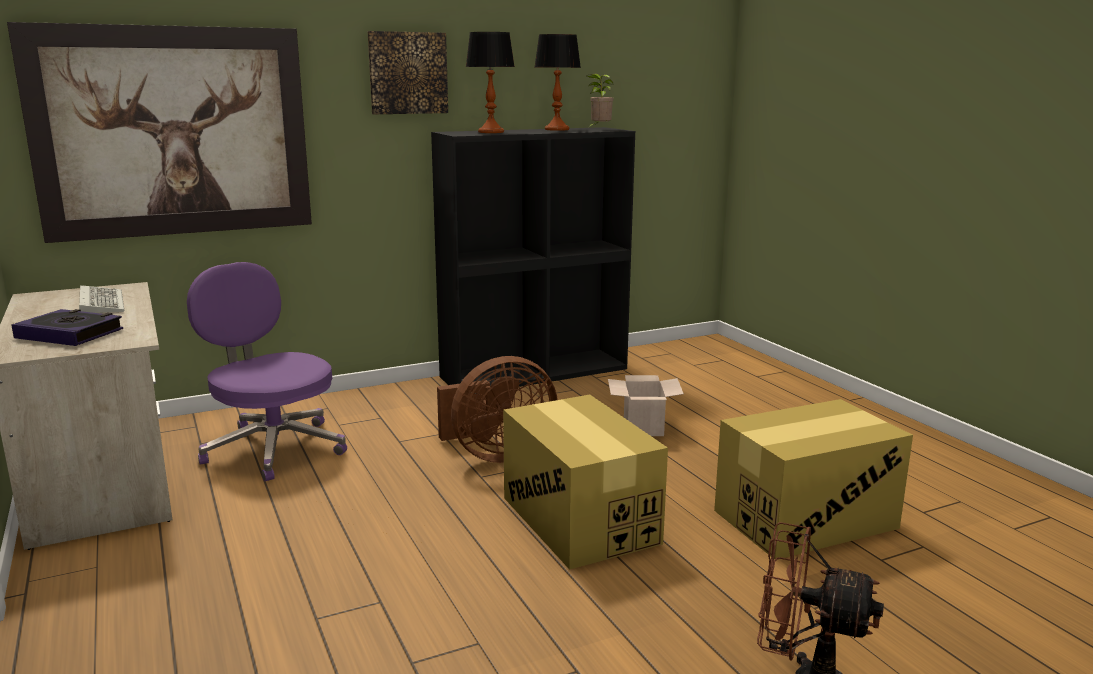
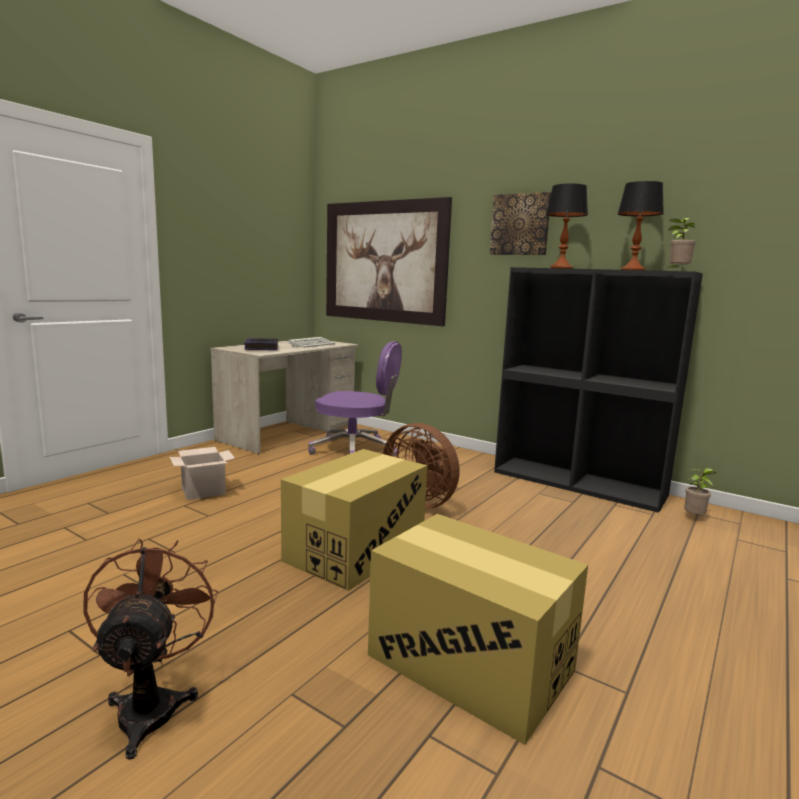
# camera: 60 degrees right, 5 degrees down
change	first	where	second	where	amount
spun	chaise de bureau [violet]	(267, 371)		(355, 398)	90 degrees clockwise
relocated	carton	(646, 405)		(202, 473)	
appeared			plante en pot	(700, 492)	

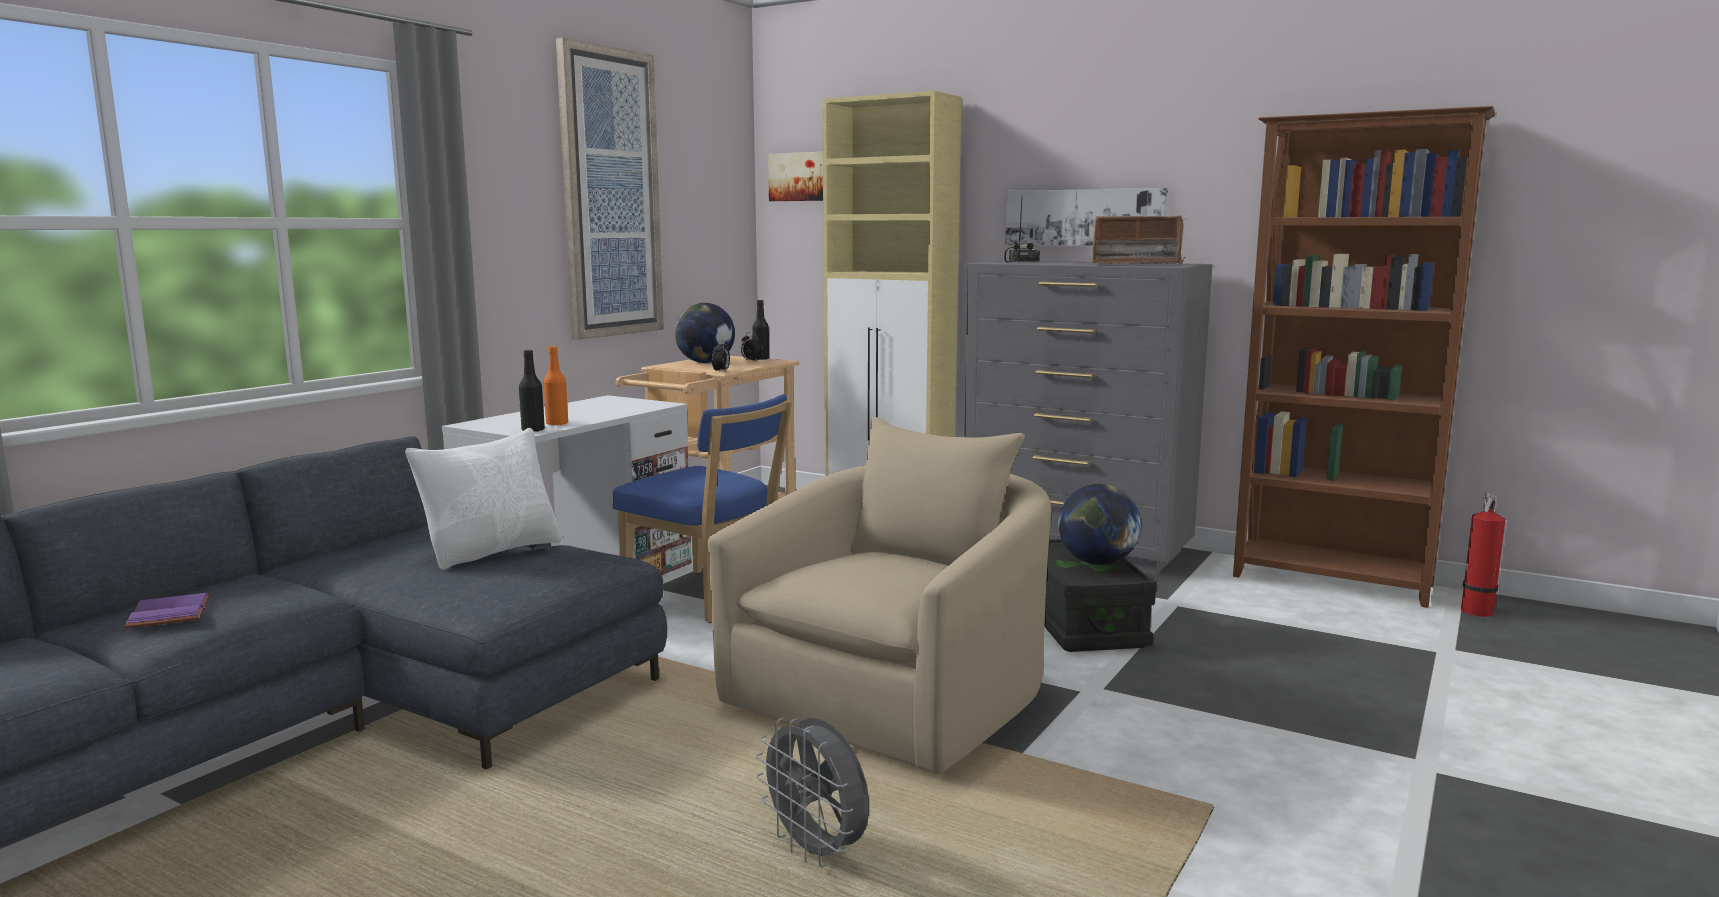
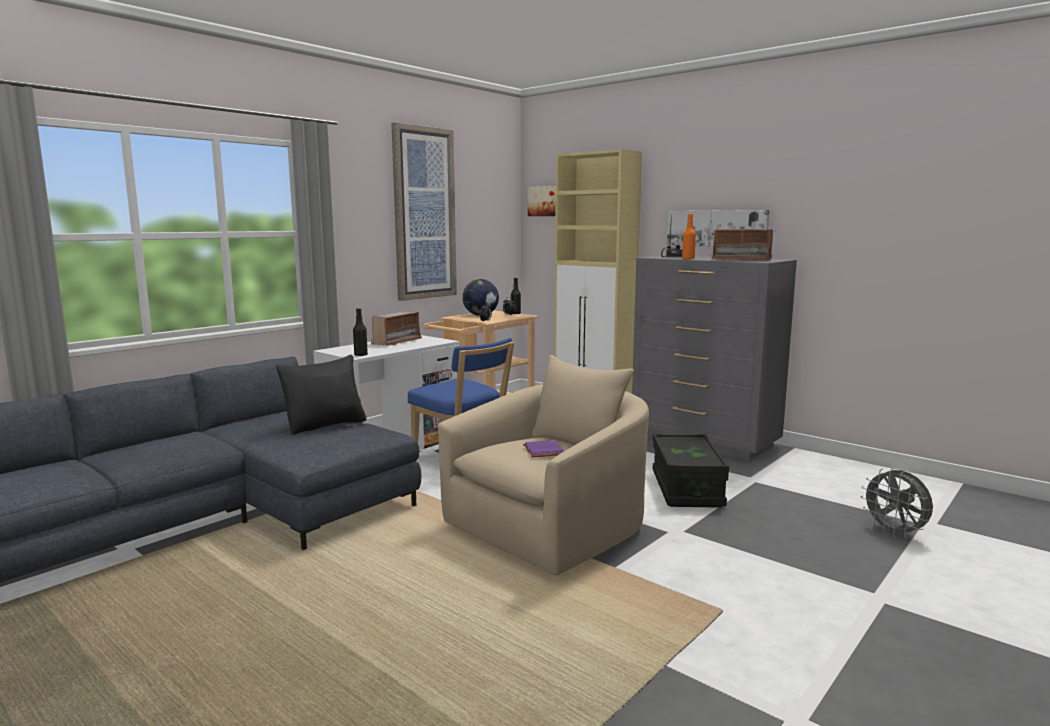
# camera: 10 degrees right, 0 degrees up
change	first	where	second	where	amount
missing	bibliothèque [marron]	(1364, 357)			
relocated	bouteille [orange]	(556, 385)		(689, 236)	
colour	coussin [blanc]	(484, 499)	coussin [noir]	(321, 395)	
missing	globe	(1099, 524)			
missing	extincteur	(1483, 554)			
relocated	livre [violet]	(168, 610)		(543, 448)	
relocated	ventilateur [gris]	(812, 792)		(897, 503)	
appeared			radio	(396, 328)	

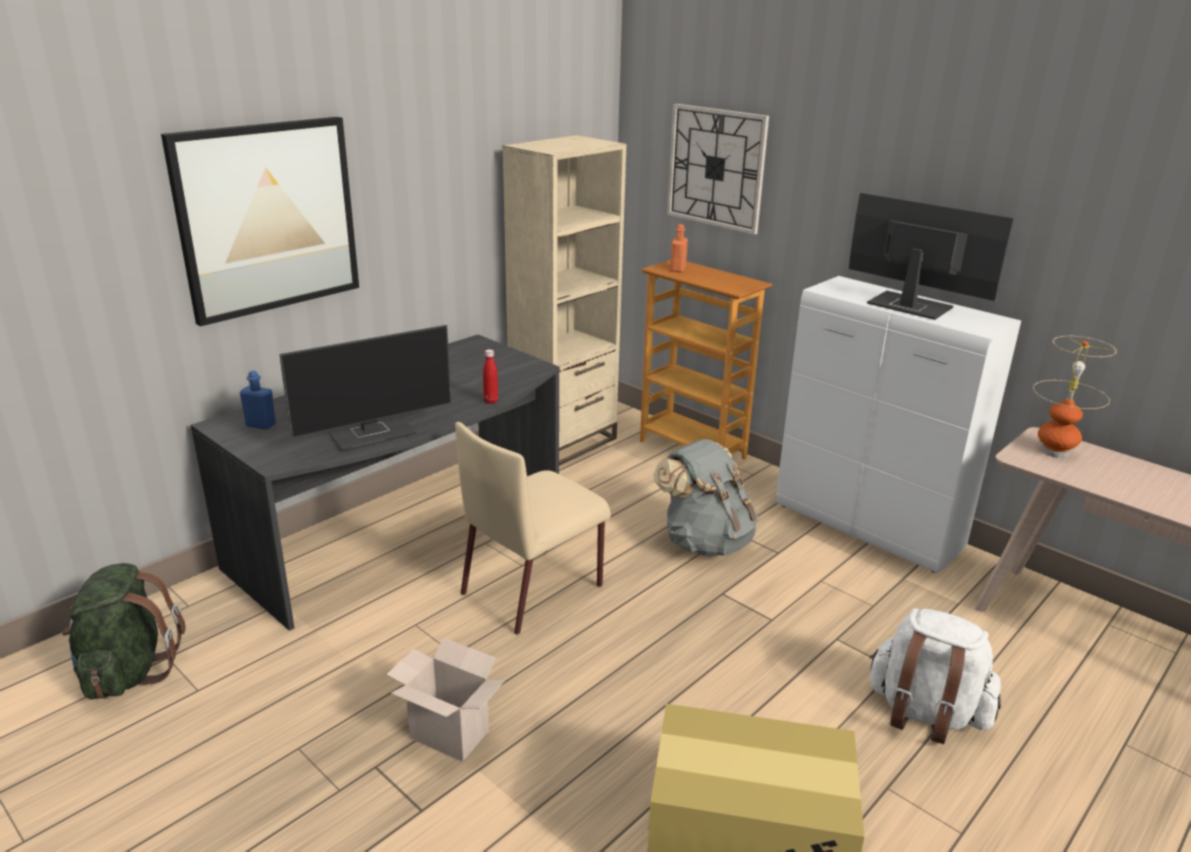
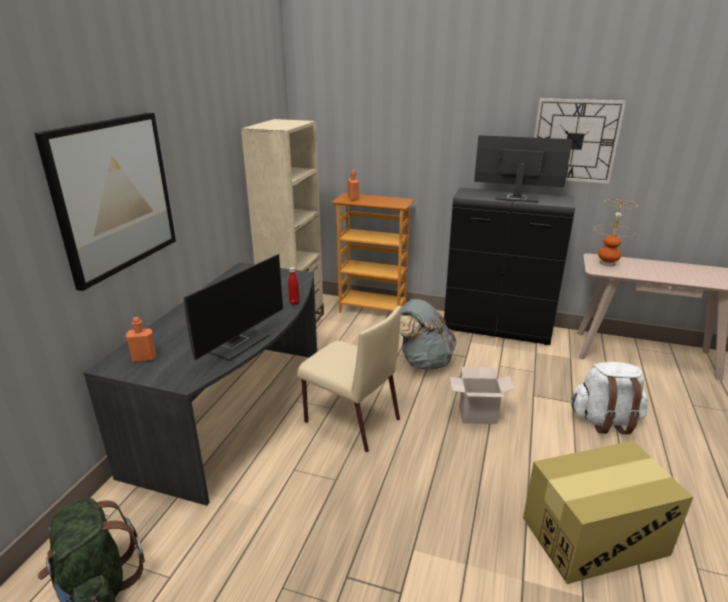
# camera: 25 degrees left, 0 degrees up
change	first	where	second	where	amount
relocated	horloge murale	(718, 169)		(580, 141)	
colour	meuble de rangement [blanc]	(898, 424)	meuble de rangement [noir]	(509, 266)	
colour	bouteille [bleu]	(258, 400)	bouteille [orange]	(140, 339)	
spun	chaise [beige]	(533, 528)		(349, 379)	75 degrees counterclockwise
relocated	carton	(445, 700)		(482, 395)	

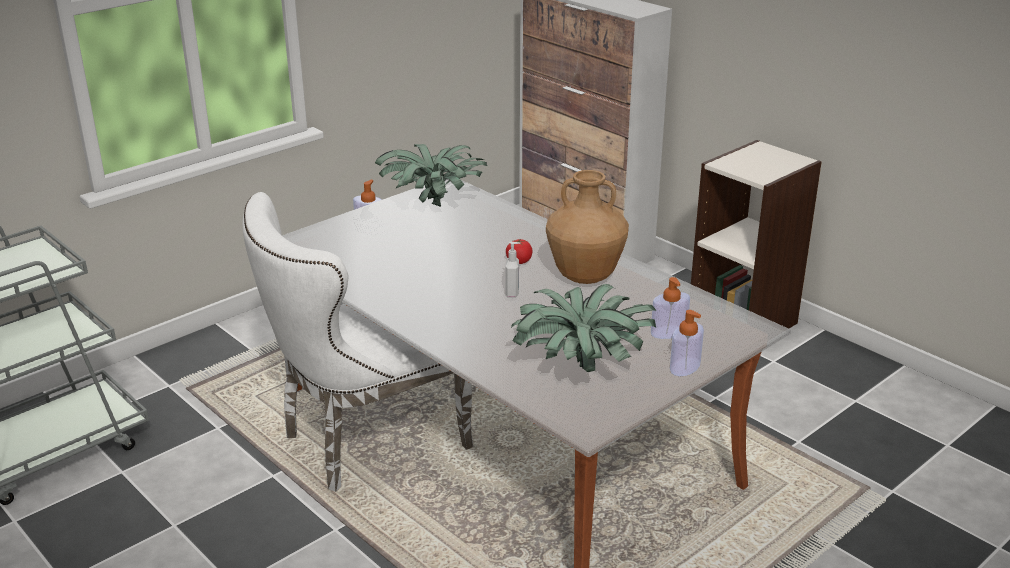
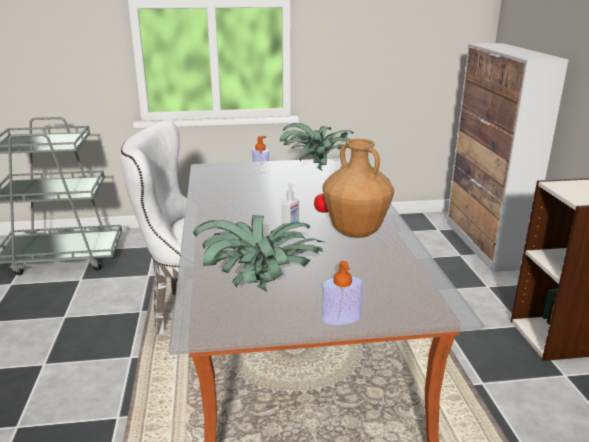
# camera: 35 degrees right, 5 degrees down
change	first	where	second	where	amount
missing	distributeur de savon	(670, 308)			

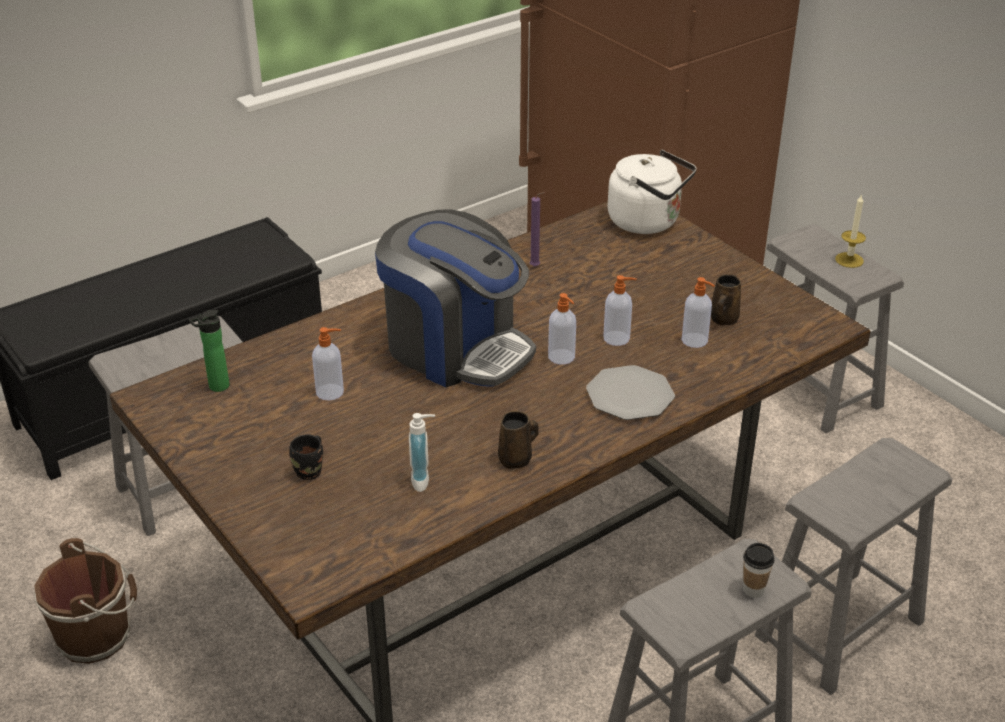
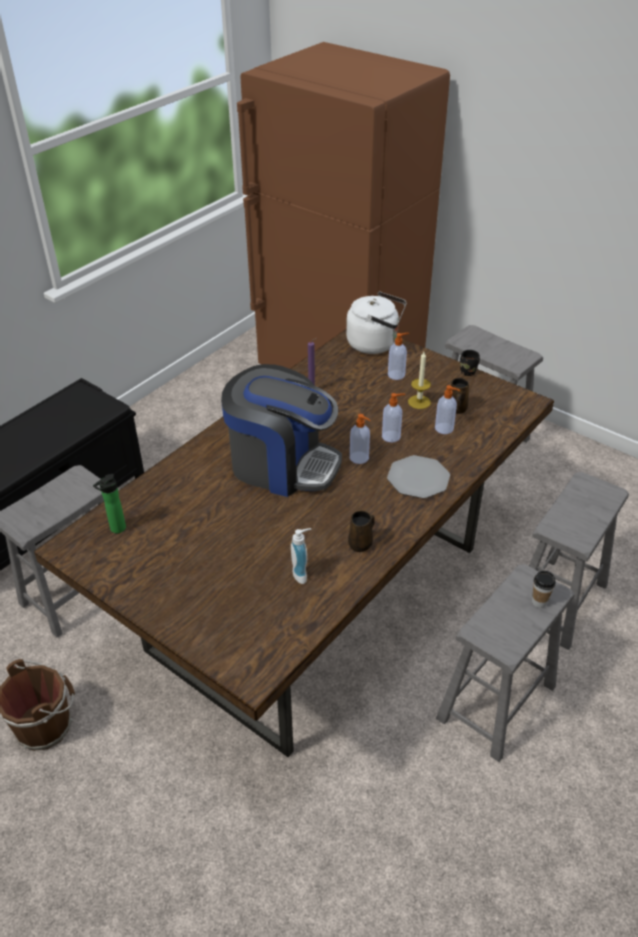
# camera: 15 degrees left, 5 degrees up
change	first	where	second	where	amount
relocated	bougie	(850, 231)		(419, 380)	
relocated	distributeur de savon	(328, 364)		(398, 356)	
relocated	mug [noir]	(306, 457)		(470, 363)	

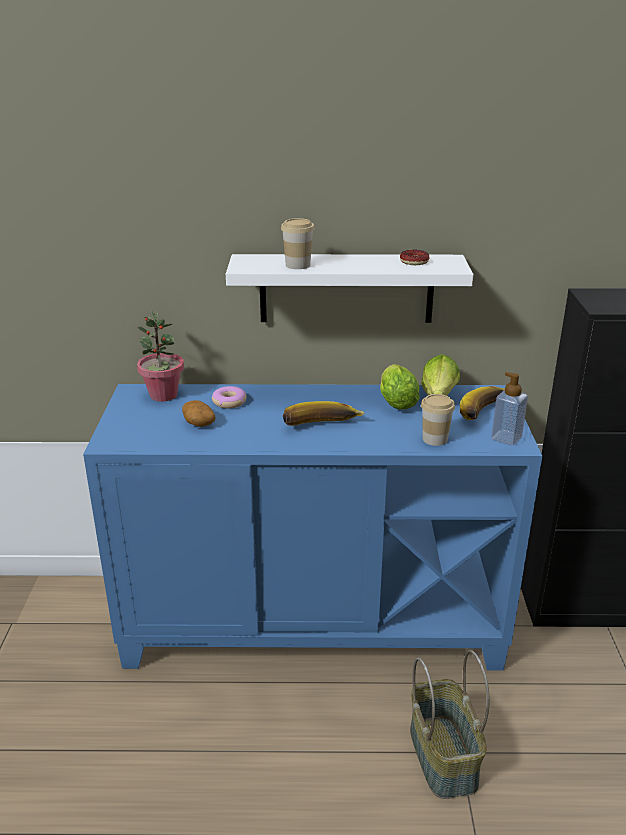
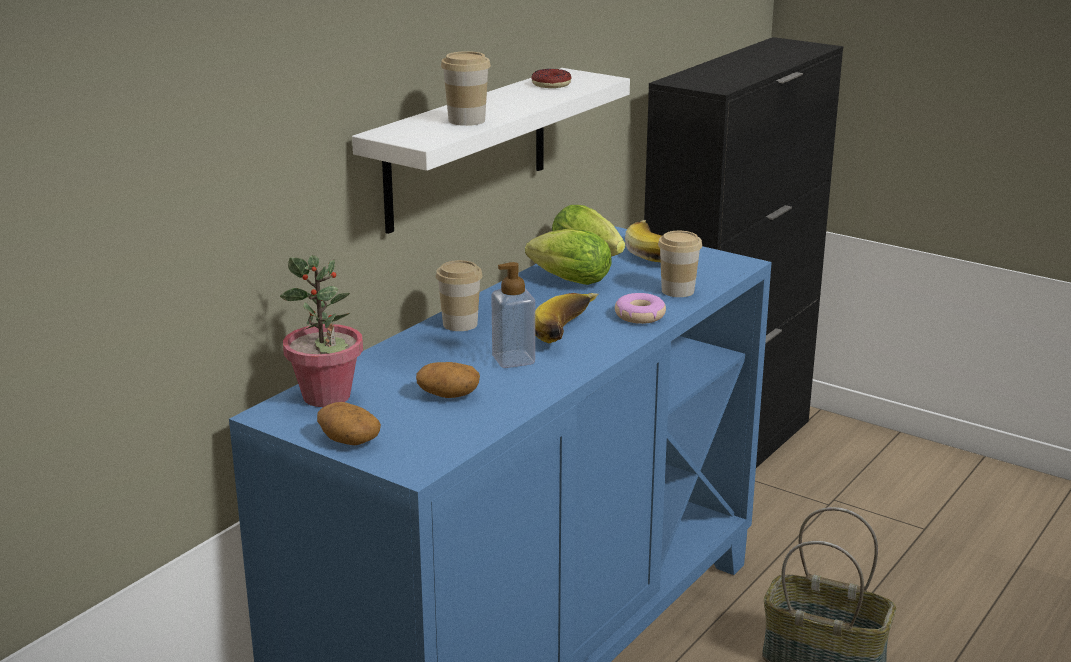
# camera: 55 degrees left, 5 degrees down
change	first	where	second	where	amount
relocated	distributeur de savon	(509, 408)		(513, 315)	
relocated	beignet	(229, 397)		(640, 308)	
appeared			tasse	(459, 295)	
appeared			pomme de terre	(349, 423)	

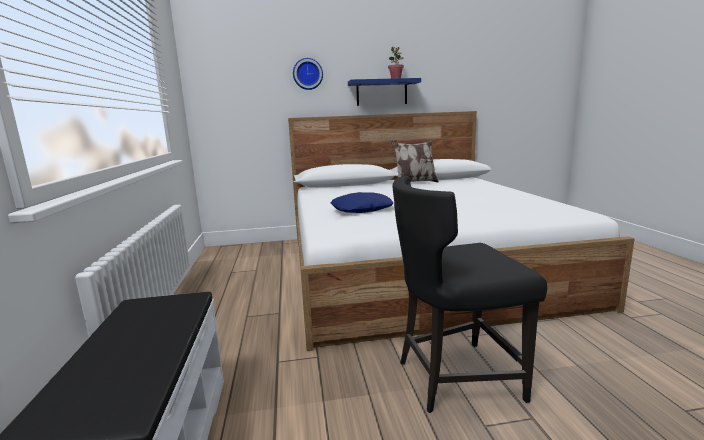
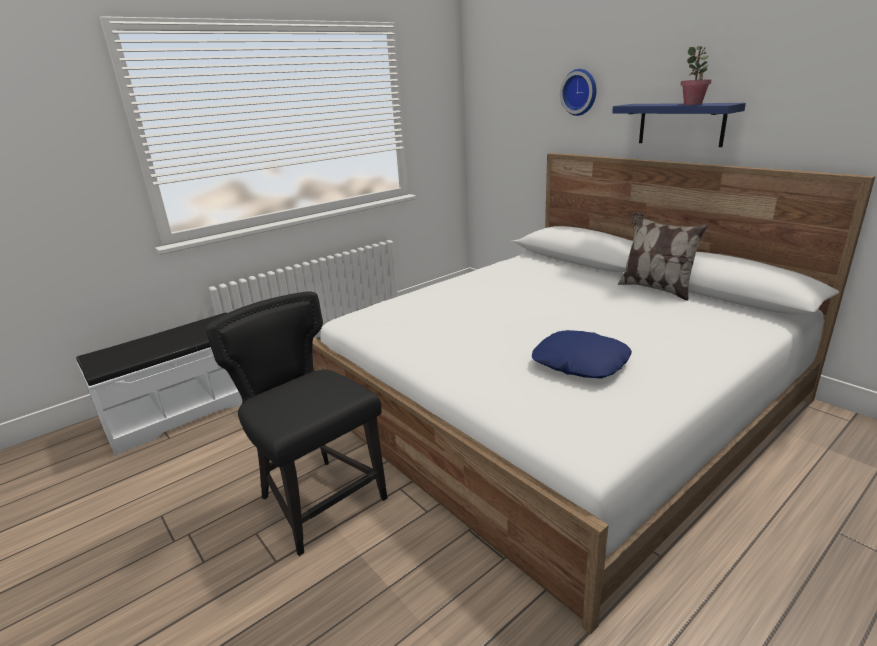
# camera: 60 degrees right, 10 degrees up
change	first	where	second	where	amount
relocated	coussin [bleu]	(362, 202)		(582, 354)	

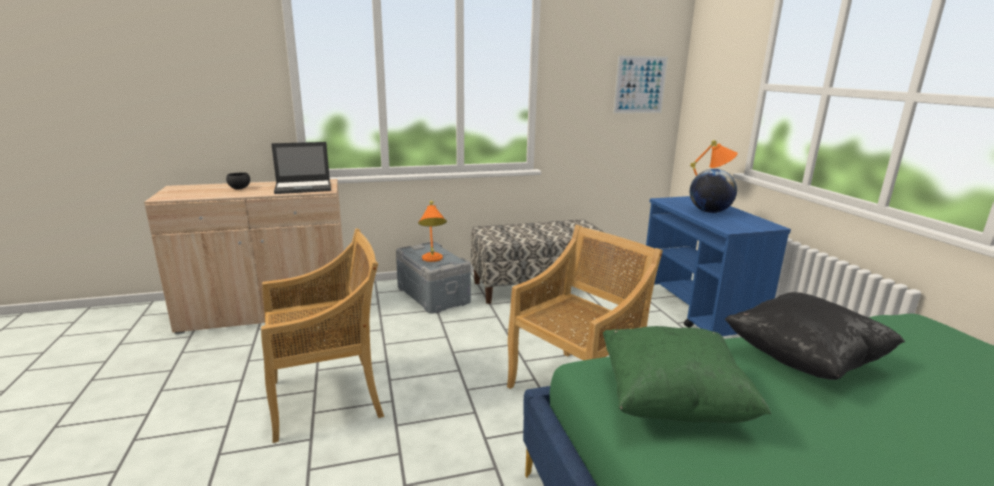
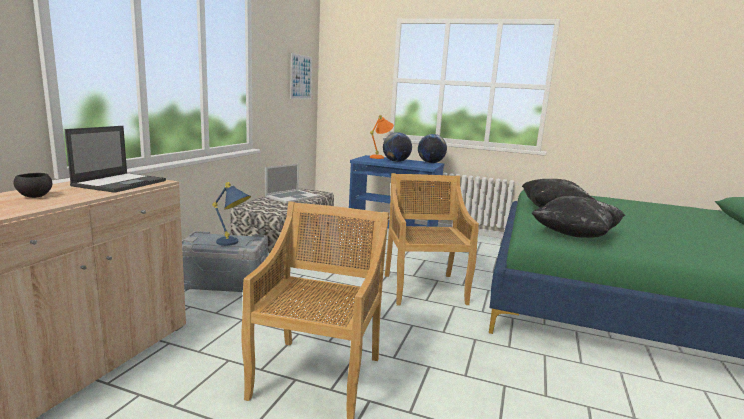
# camera: 55 degrees left, 5 degrees down
change	first	where	second	where	amount
colour	lampe de table [orange]	(432, 231)	lampe de table [bleu]	(231, 214)	
colour	coussin [vert]	(687, 374)	coussin [noir]	(578, 217)	
appeared			globe	(432, 148)	
appeared			ordinateur portable	(292, 183)	

